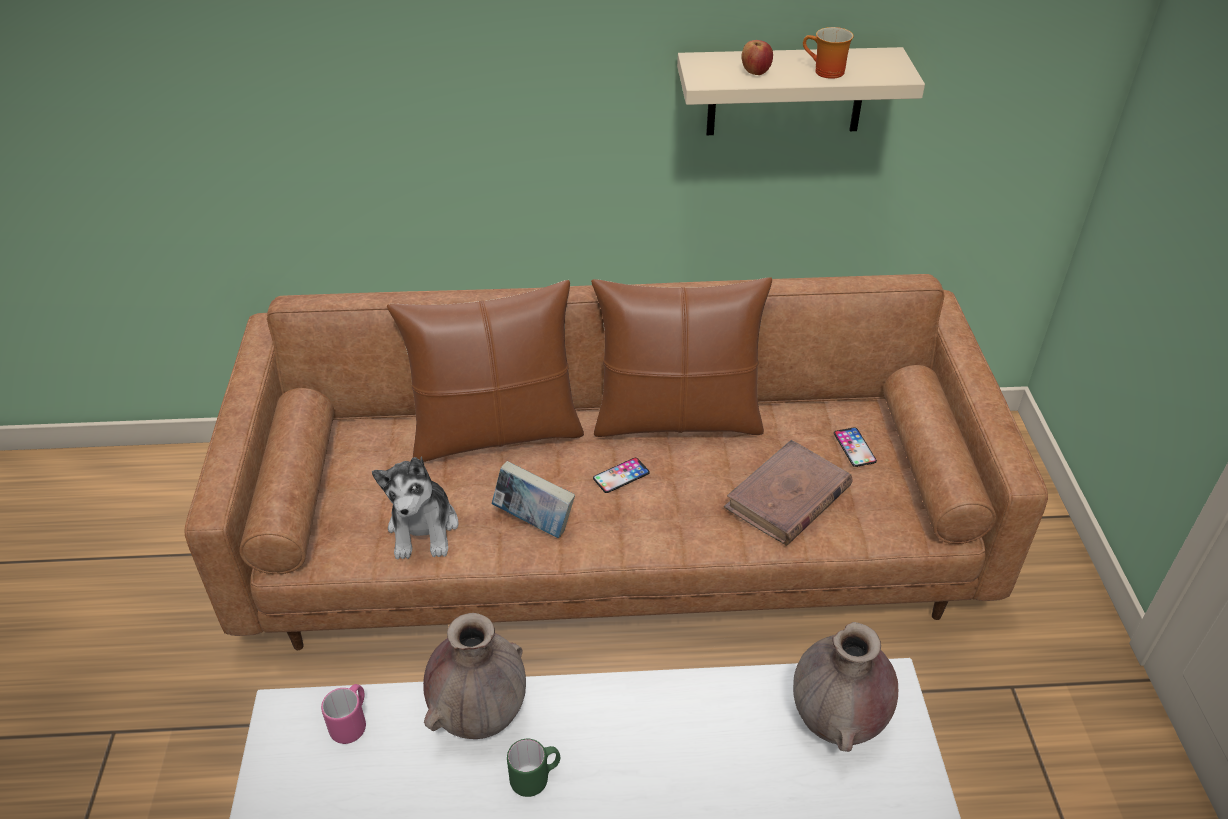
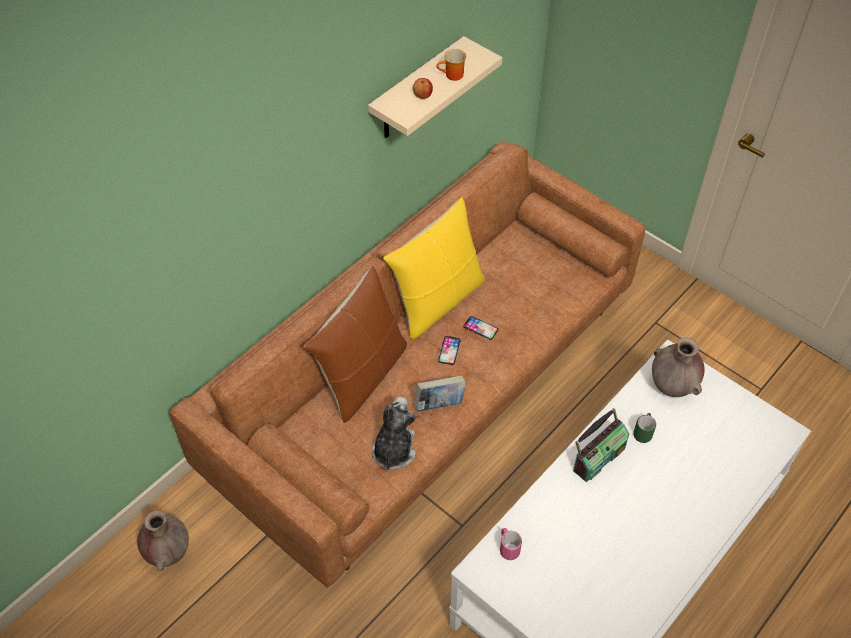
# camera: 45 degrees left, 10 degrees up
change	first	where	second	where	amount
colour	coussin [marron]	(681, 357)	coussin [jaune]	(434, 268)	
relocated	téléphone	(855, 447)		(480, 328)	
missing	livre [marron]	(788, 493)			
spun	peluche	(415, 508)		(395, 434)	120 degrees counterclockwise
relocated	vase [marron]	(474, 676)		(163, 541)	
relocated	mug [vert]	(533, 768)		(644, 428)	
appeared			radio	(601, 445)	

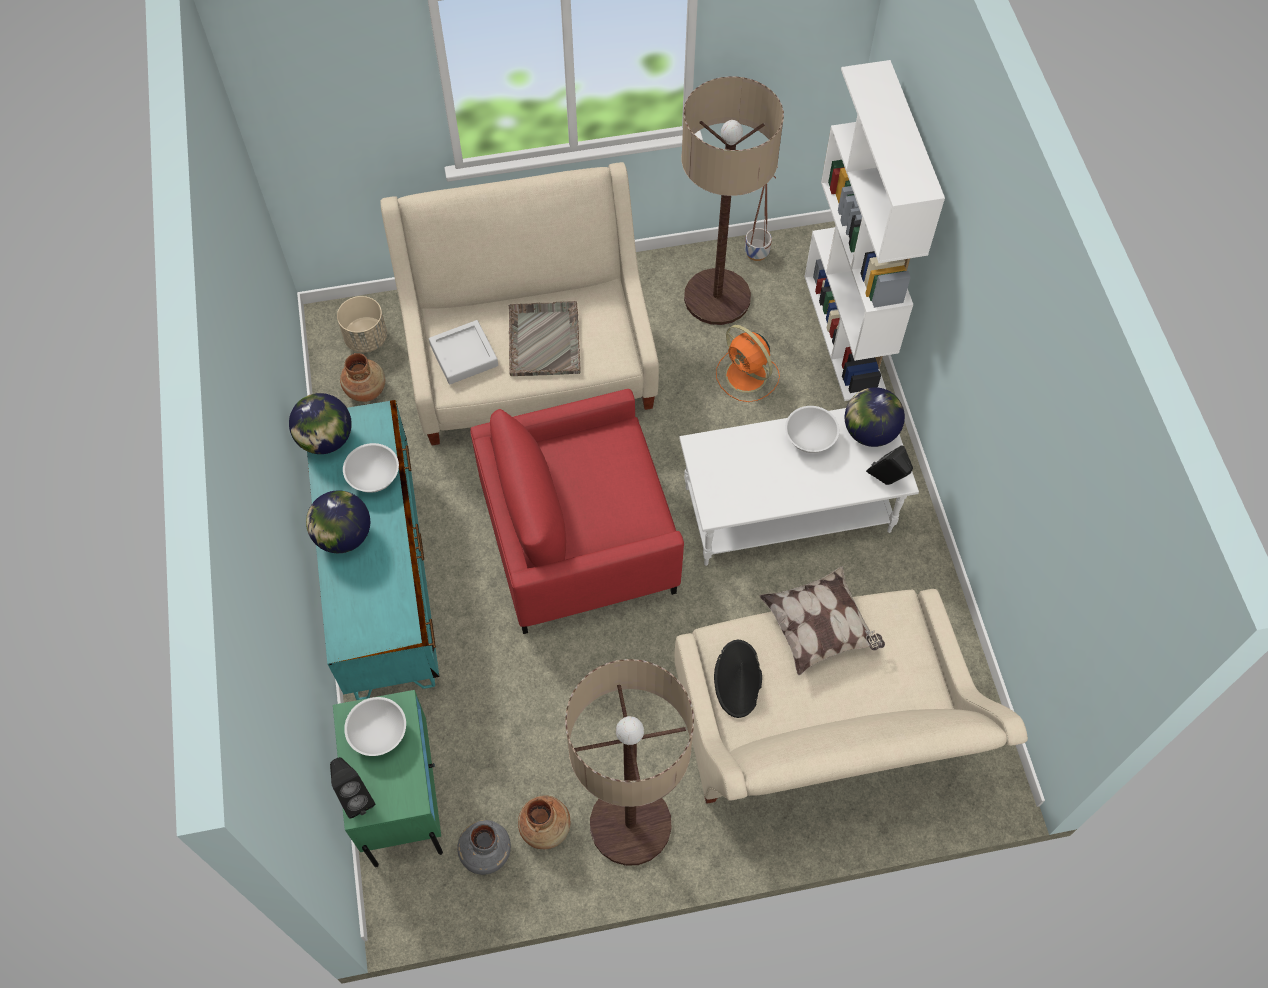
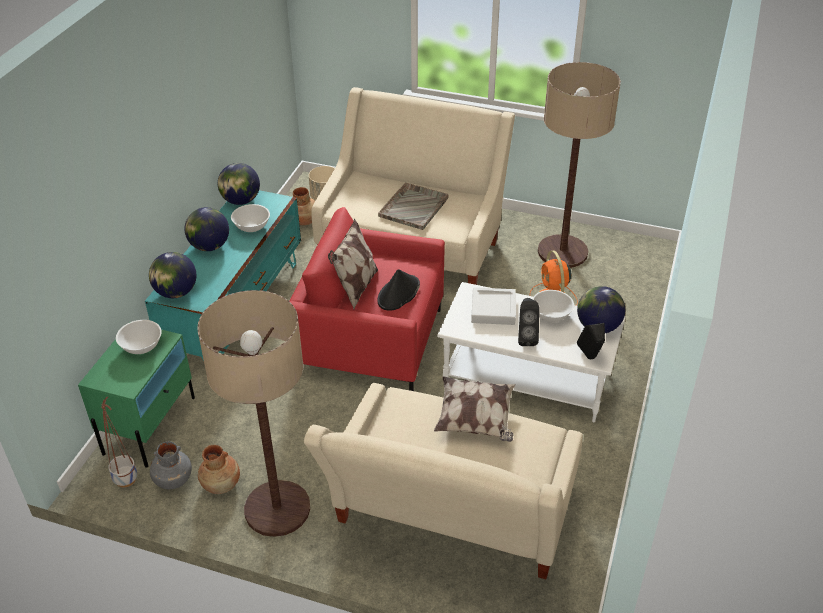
# camera: 30 degrees right, 20 degrees down
change	first	where	second	where	amount
missing	bibliothèque [blanc]	(874, 230)			
relocated	cache-pot	(761, 213)		(119, 442)	
relocated	plateau [gris]	(463, 352)		(493, 306)	
relocated	chapeau [noir]	(738, 679)		(398, 290)	
relocated	enceinte [noir]	(352, 788)		(528, 322)	
appeared			coussin	(353, 264)	
appeared			globe	(172, 275)	

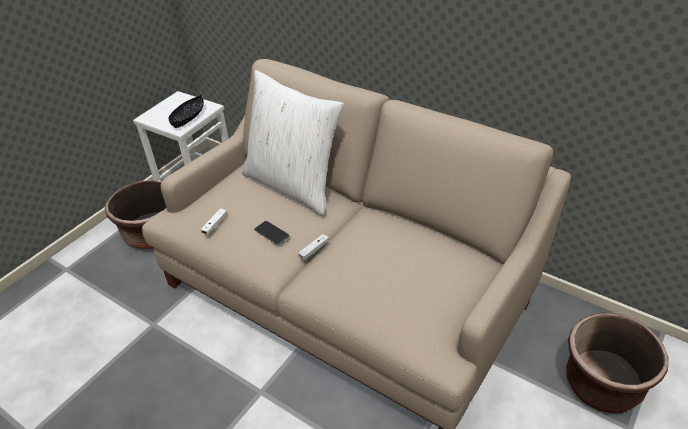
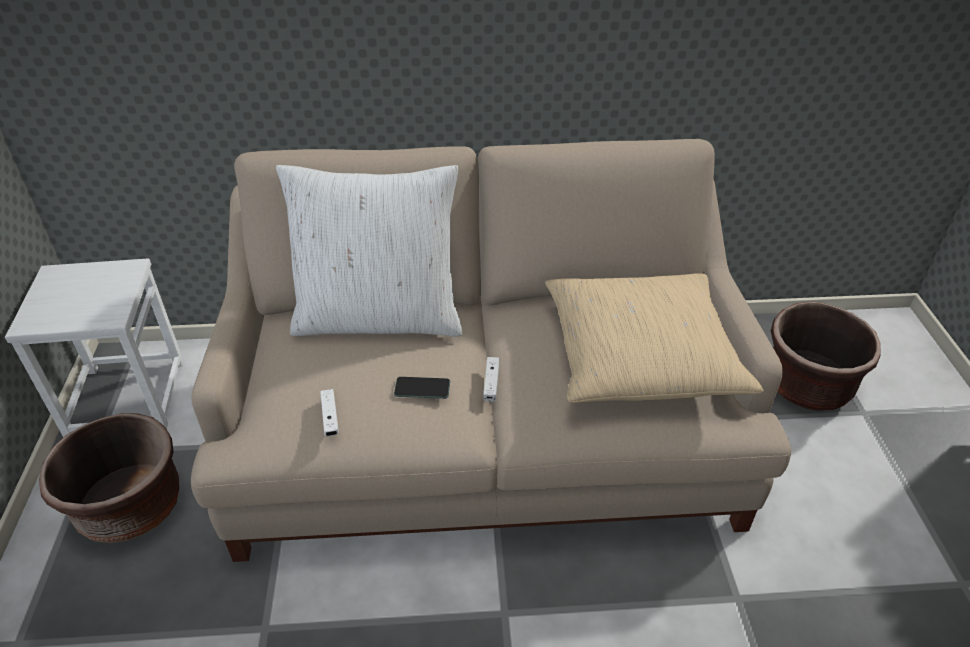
# camera: 40 degrees left, 0 degrees up
change	first	where	second	where	amount
missing	bol [noir]	(186, 111)			
appeared			coussin [beige]	(654, 338)	

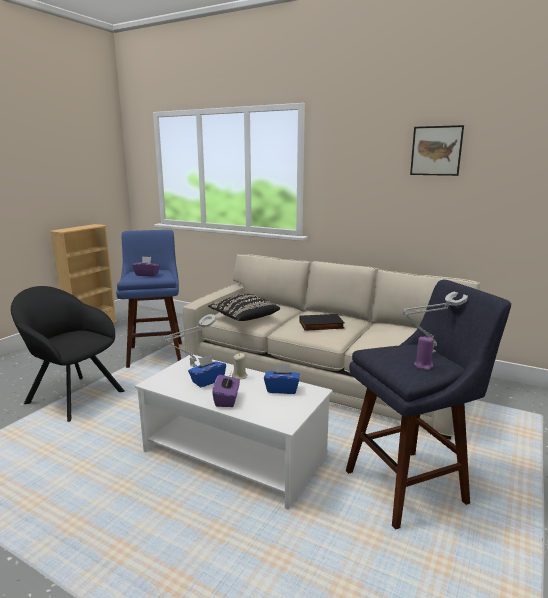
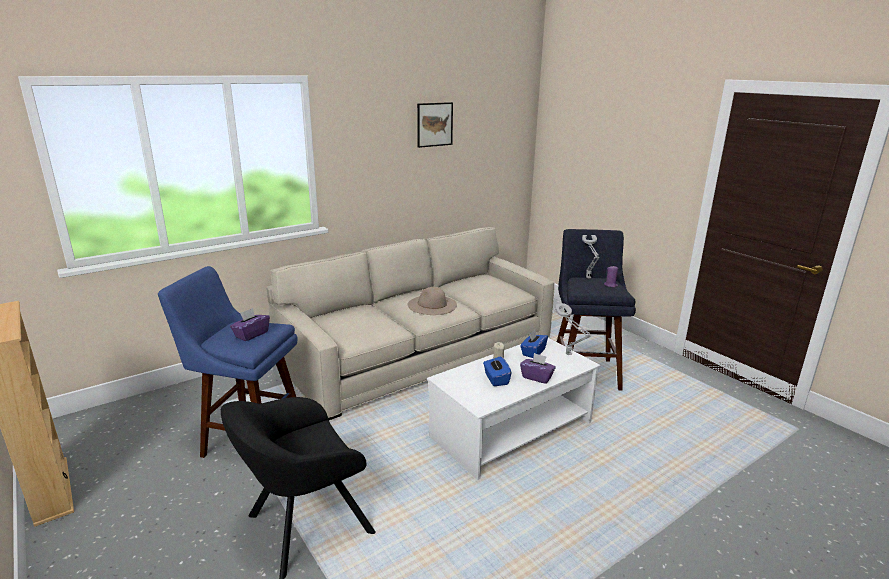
# camera: 65 degrees left, 5 degrees up
change	first	where	second	where	amount
missing	coussin [noir]	(244, 307)			
relocated	lampe de table [gris]	(189, 340)		(573, 329)	
exchanged	livre [noir]	(321, 322)	chapeau [beige]	(432, 300)	

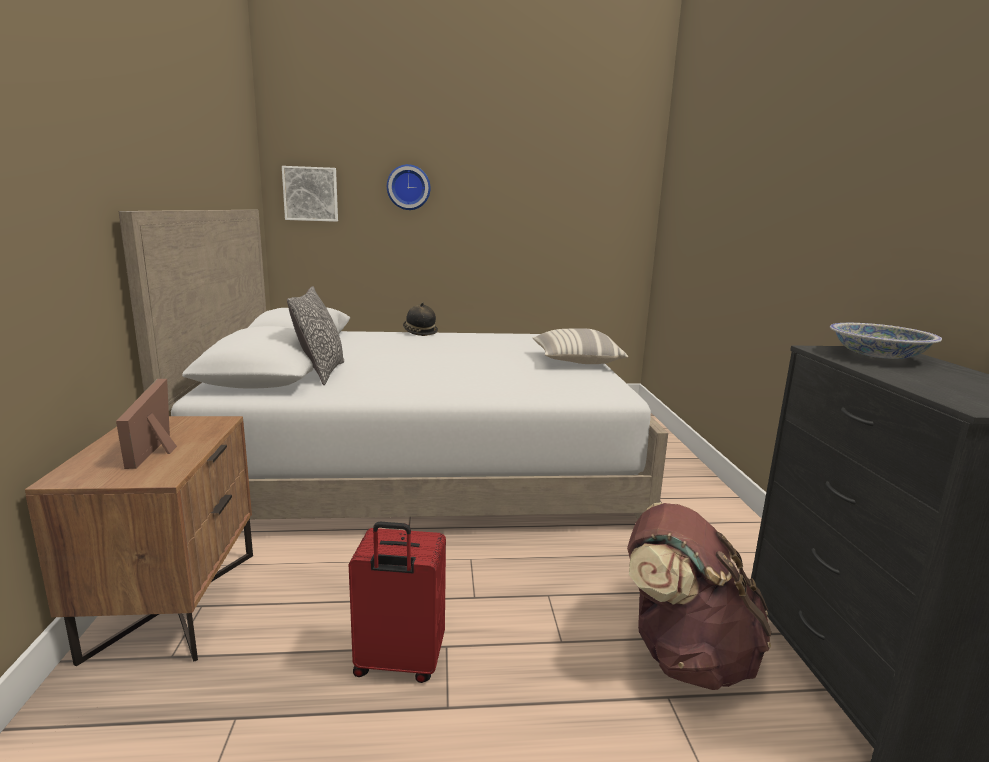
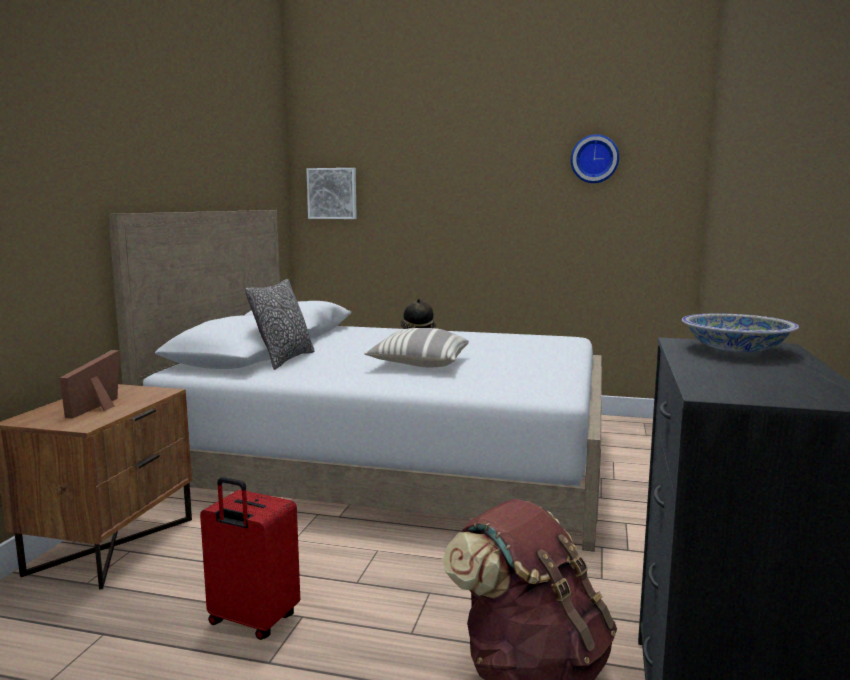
# camera: 20 degrees right, 5 degrees down
change	first	where	second	where	amount
relocated	horloge murale	(409, 187)		(595, 158)	
relocated	coussin	(580, 346)		(416, 347)	

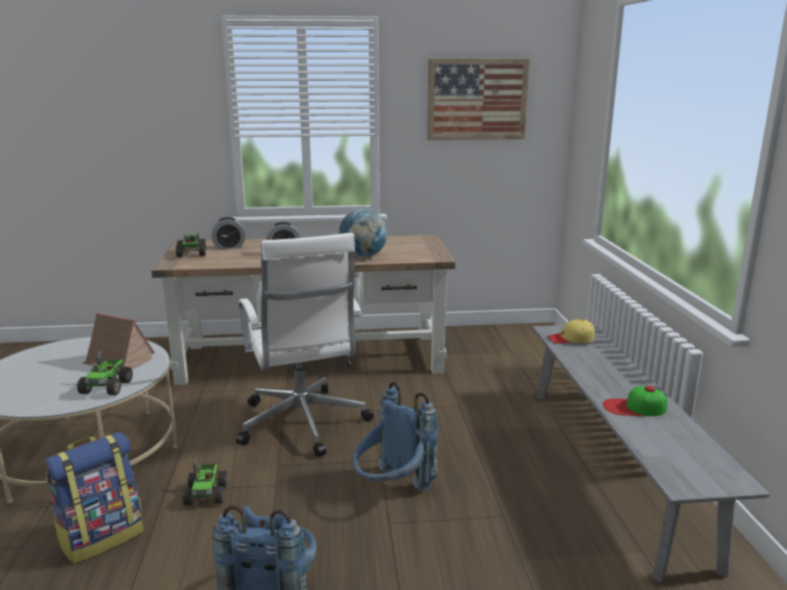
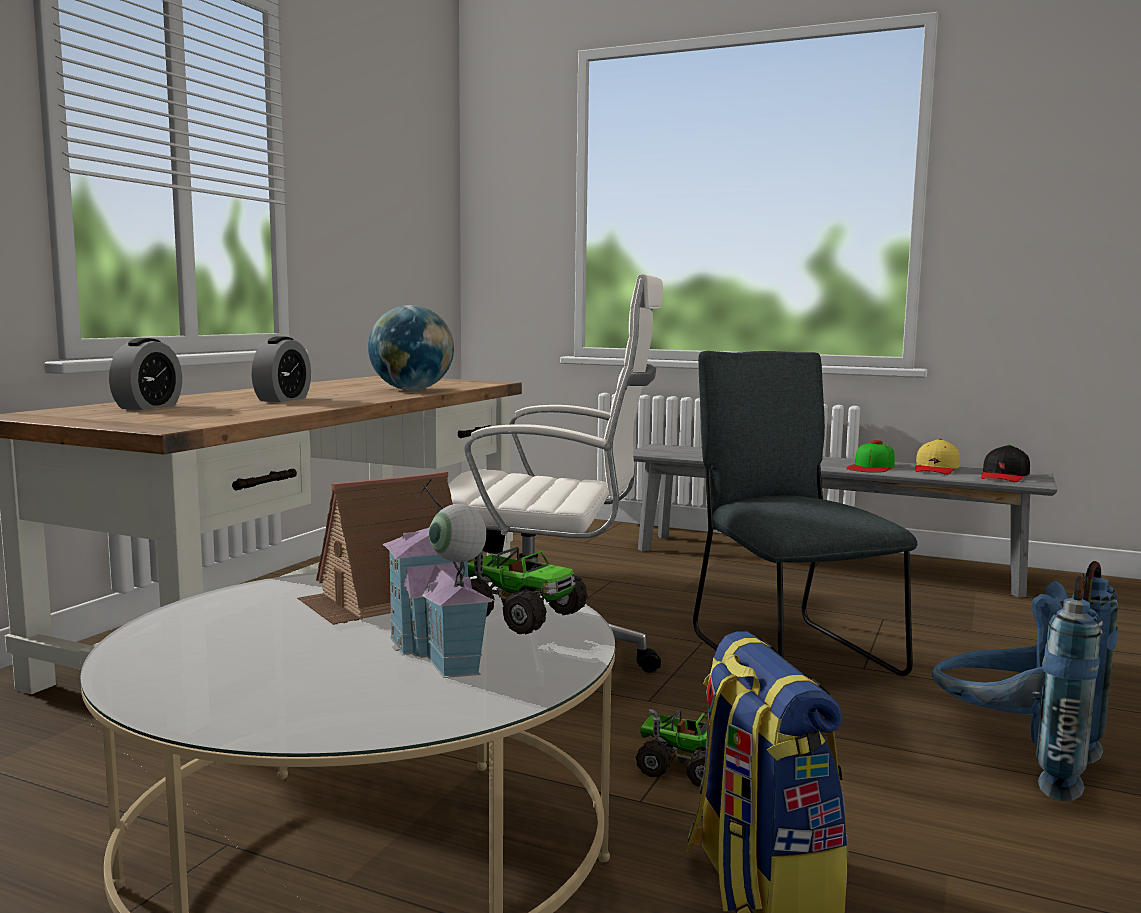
# camera: 60 degrees left, 10 degrees down
change	first	where	second	where	amount
missing	tableau	(478, 99)			
missing	camion jouet	(190, 245)			
relocated	casquette [jaune]	(571, 331)		(937, 457)	
exchanged	sac à dos [bleu]	(395, 437)	chaise [gris]	(805, 513)	
appeared			casquette [noir]	(1005, 463)	
appeared			maison miniature	(438, 578)	

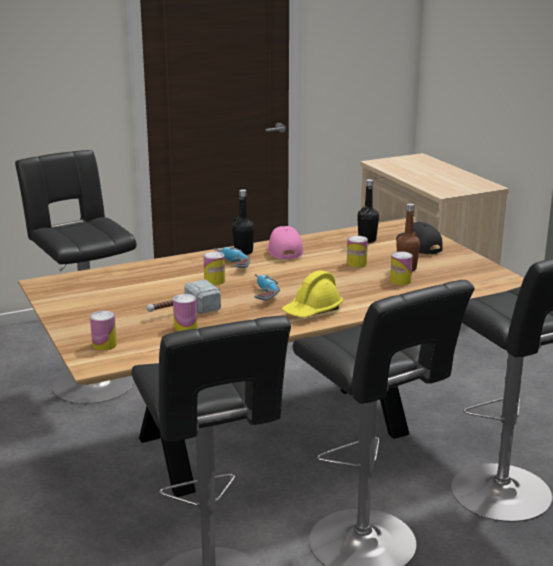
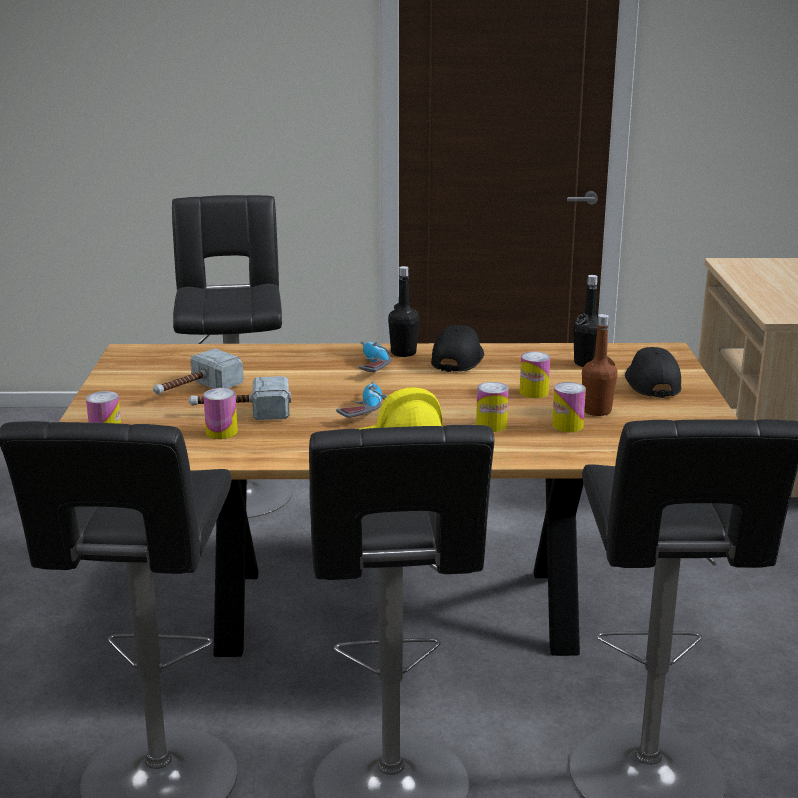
# camera: 25 degrees right, 0 degrees up
change	first	where	second	where	amount
colour	casquette [rose]	(285, 243)	casquette [noir]	(457, 348)	
relocated	boîte métallique	(214, 268)		(492, 407)	
appeared			marteau	(198, 371)	

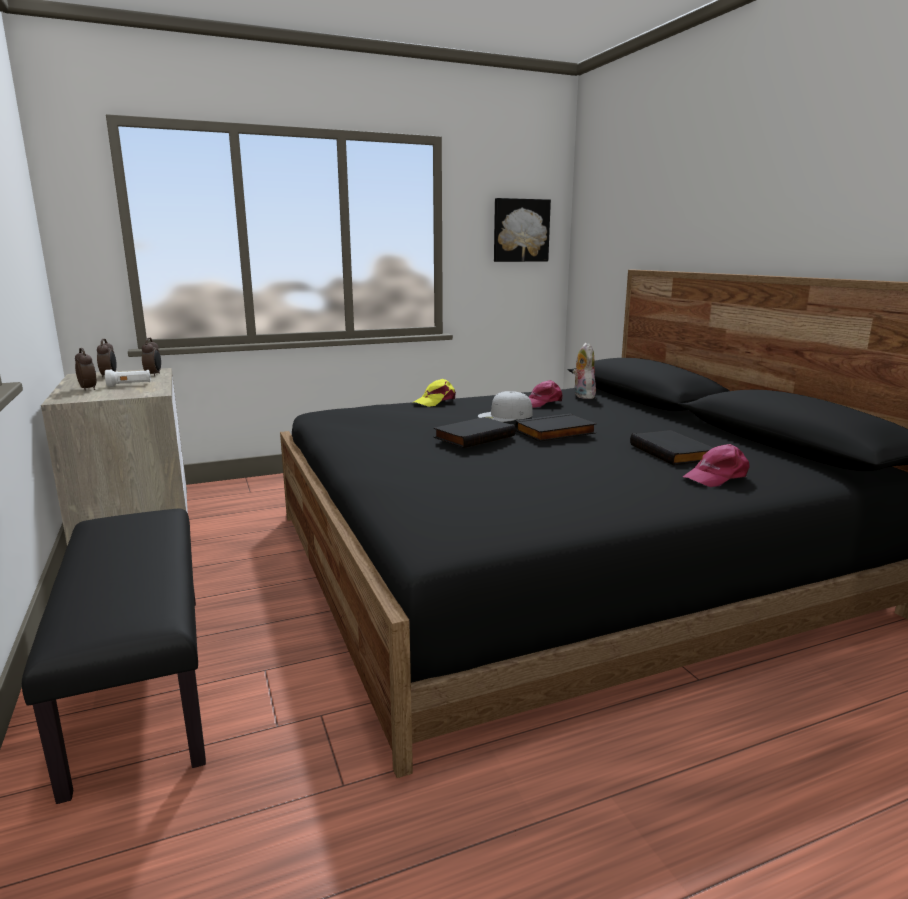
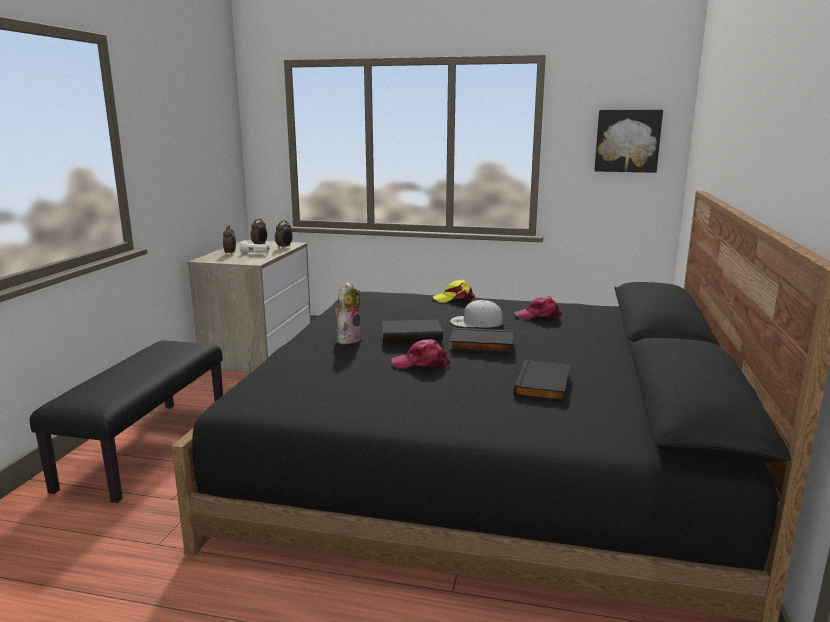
# camera: 35 degrees right, 0 degrees up
change	first	where	second	where	amount
relocated	peluche	(584, 371)		(348, 312)	
relocated	casquette [rose]	(716, 465)		(420, 354)	

